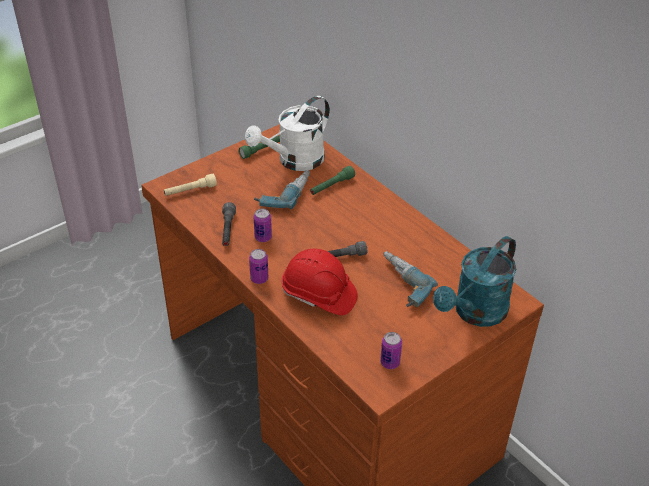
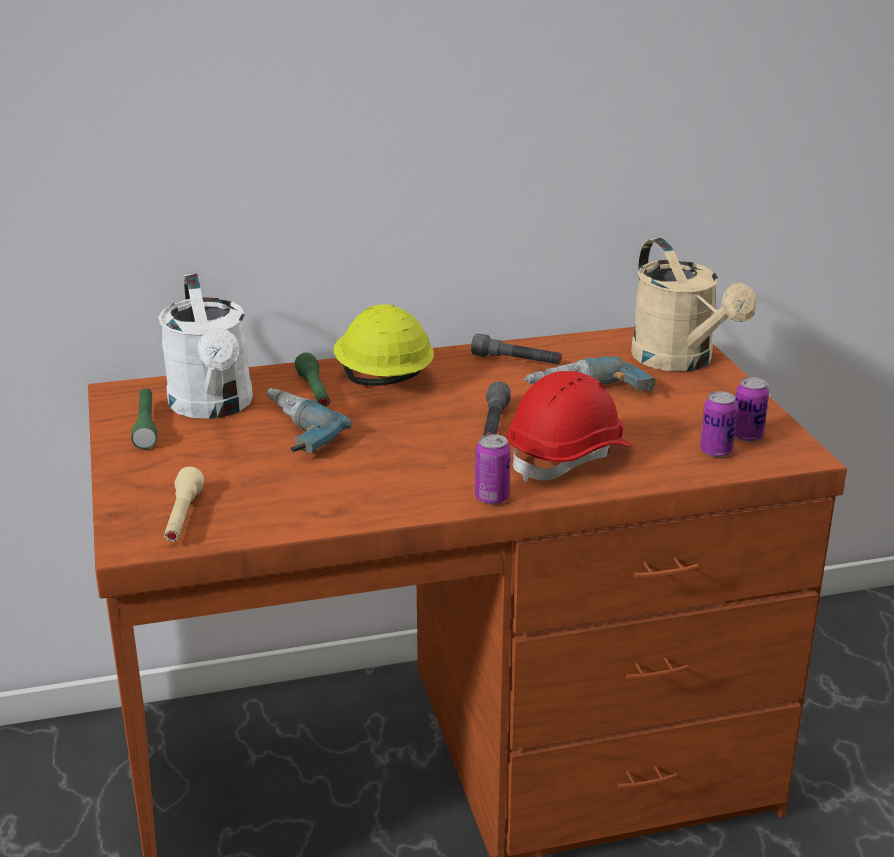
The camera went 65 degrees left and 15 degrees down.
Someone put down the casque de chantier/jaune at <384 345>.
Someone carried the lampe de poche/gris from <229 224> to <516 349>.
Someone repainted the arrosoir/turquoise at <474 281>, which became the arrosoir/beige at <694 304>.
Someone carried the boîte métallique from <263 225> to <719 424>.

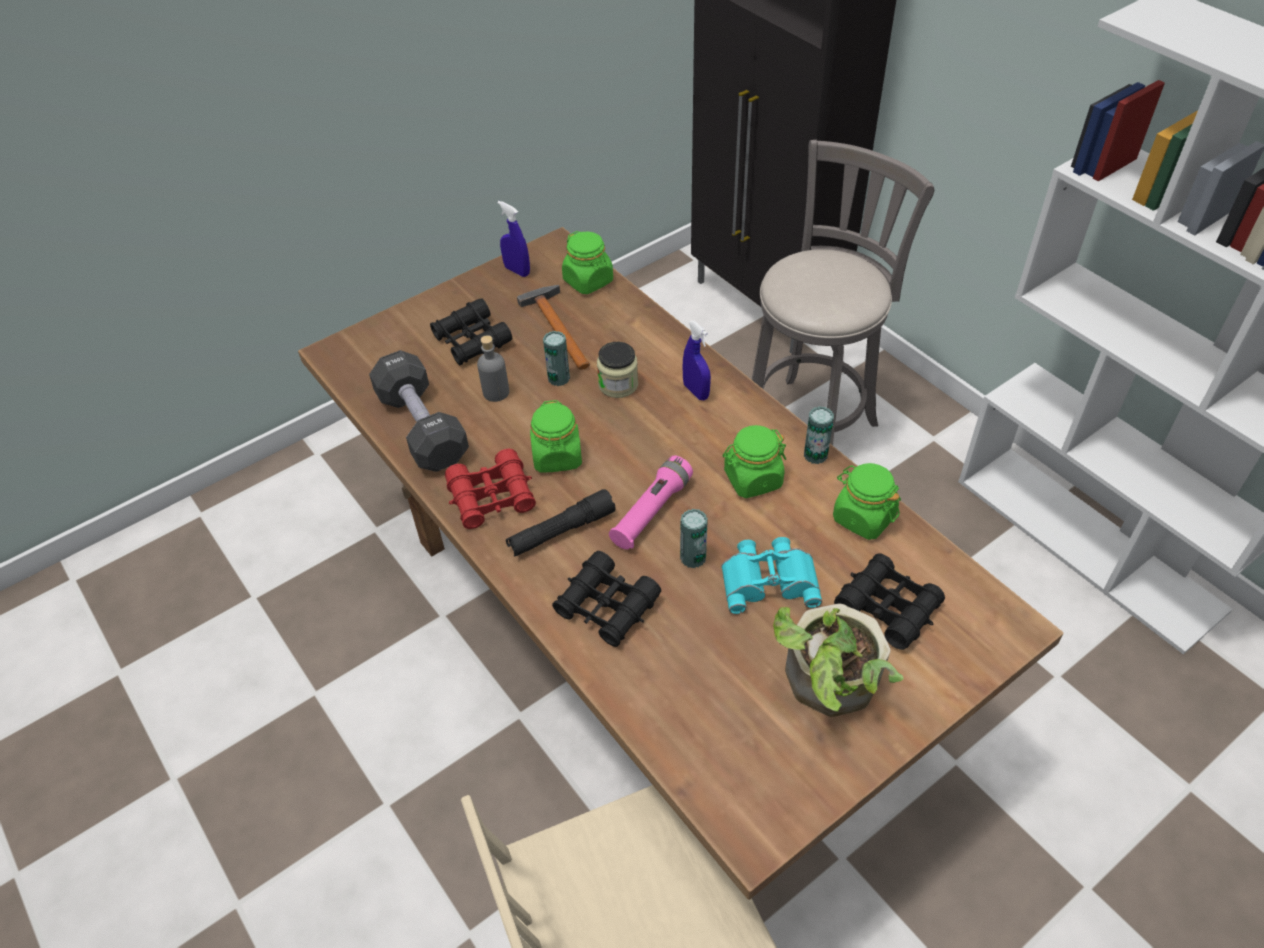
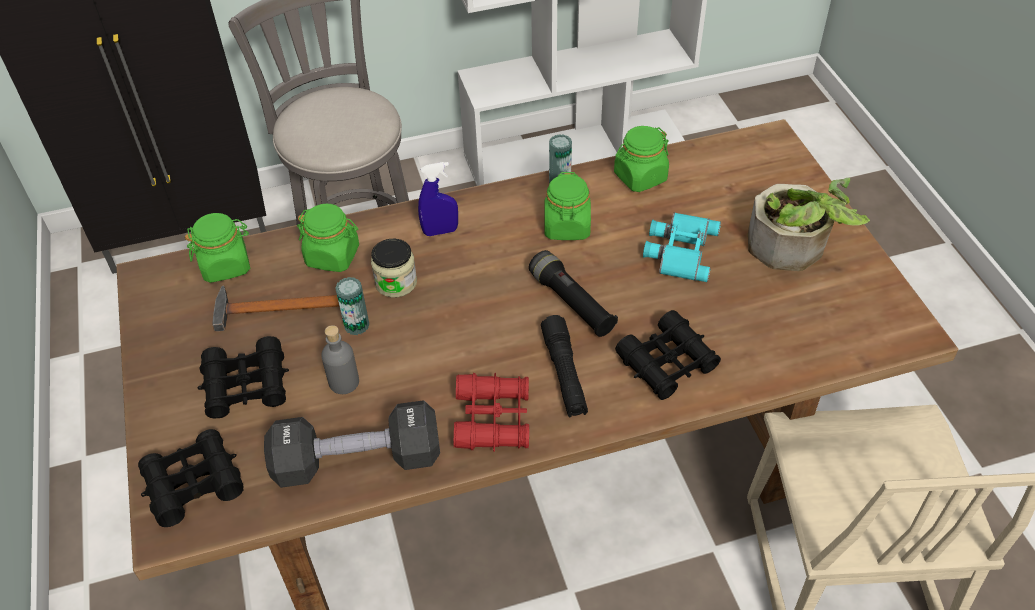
The camera went 70 degrees left and 0 degrees up.
Someone carried the jumelles/noir from <889 602> to <191 478>.
Someone carried the bocal/vert from <556 436> to <328 238>.
Someone repainted the lampe de poche/rose at <651 503>, which became the lampe de poche/noir at <573 293>.
Someone took away the vaporisateur/bleu at <513 239>.
Someone took away the boîte métallique at <694 538>.

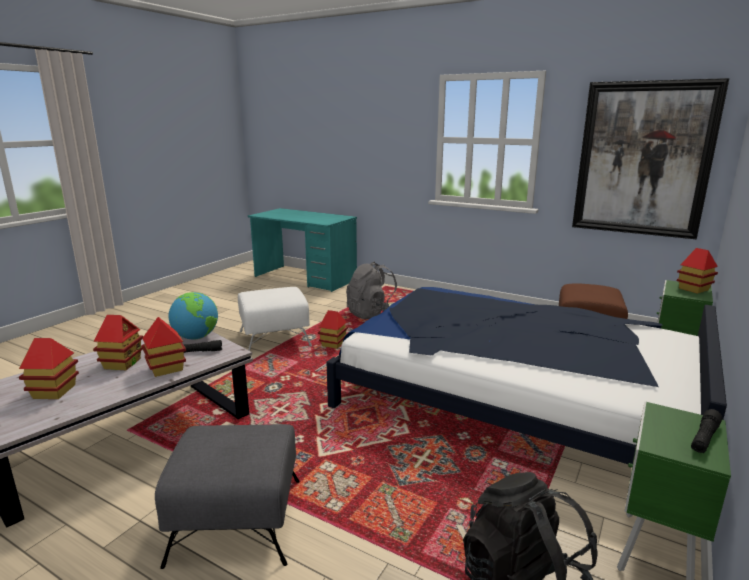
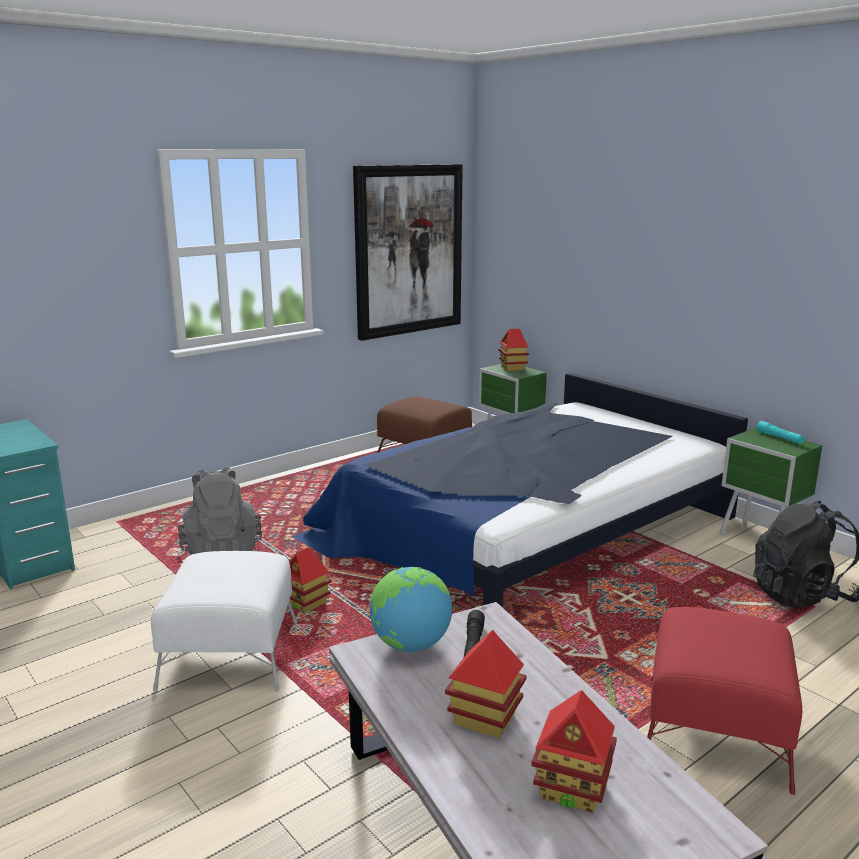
The camera went 70 degrees left and 0 degrees up.
Someone repainted the pouf/gris at <227 496>, which became the pouf/rouge at <724 701>.
Someone repainted the lampe de poche/noir at <706 431>, which became the lampe de poche/turquoise at <781 432>.
Someone took away the maison miniature at <164 347>.

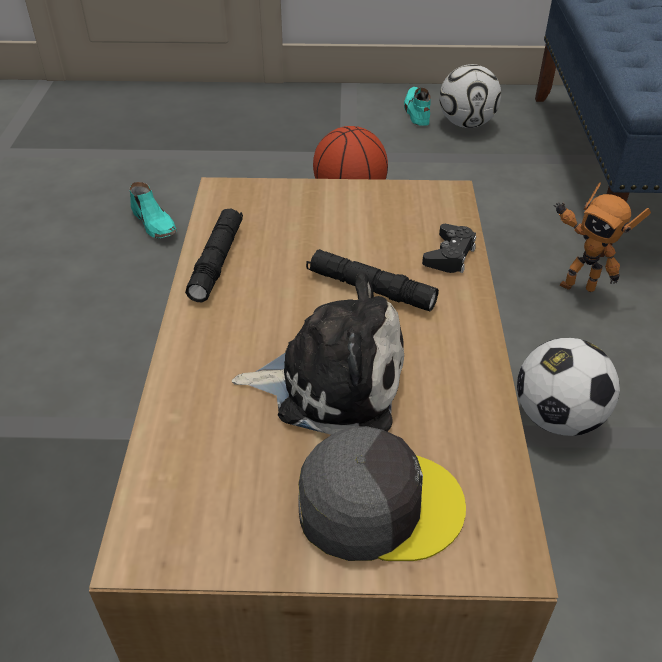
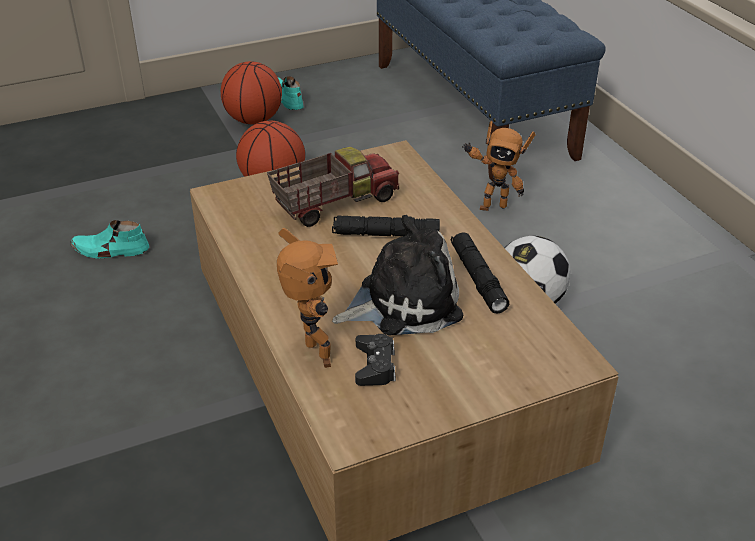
The camera went 25 degrees left and 5 degrees down.
Someone rotated the chaussure/turquoise at <153 210> by 150 degrees clockwise.
Someone put down the ballon de basket at <251 92>.
Someone put down the camion jouet at <333 187>.
Someone put down the robot jouet at <307 298>.
Someone carried the manette/noir from <449 248> to <375 360>.
Someone carried the lampe de poche/noir from <214 255> to <480 273>.
Someone took away the casquette/gris at <382 493>.
Someone took away the ballon de foot at <470 96>.

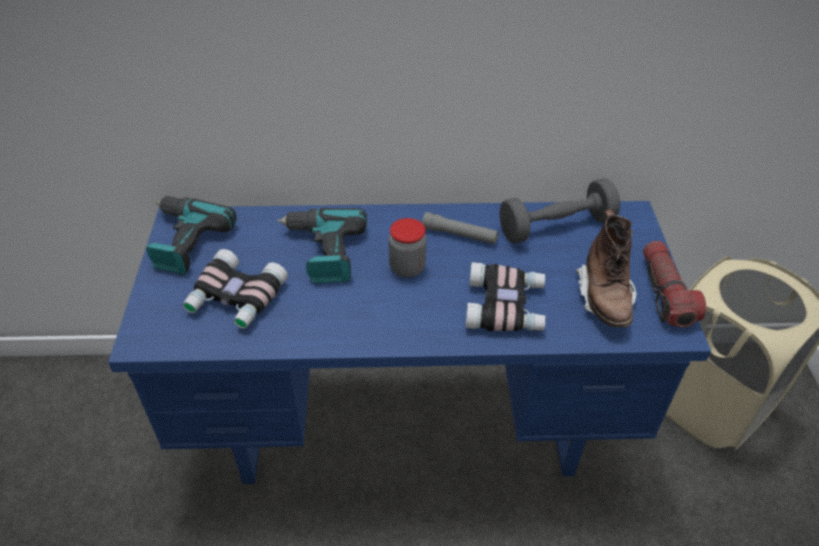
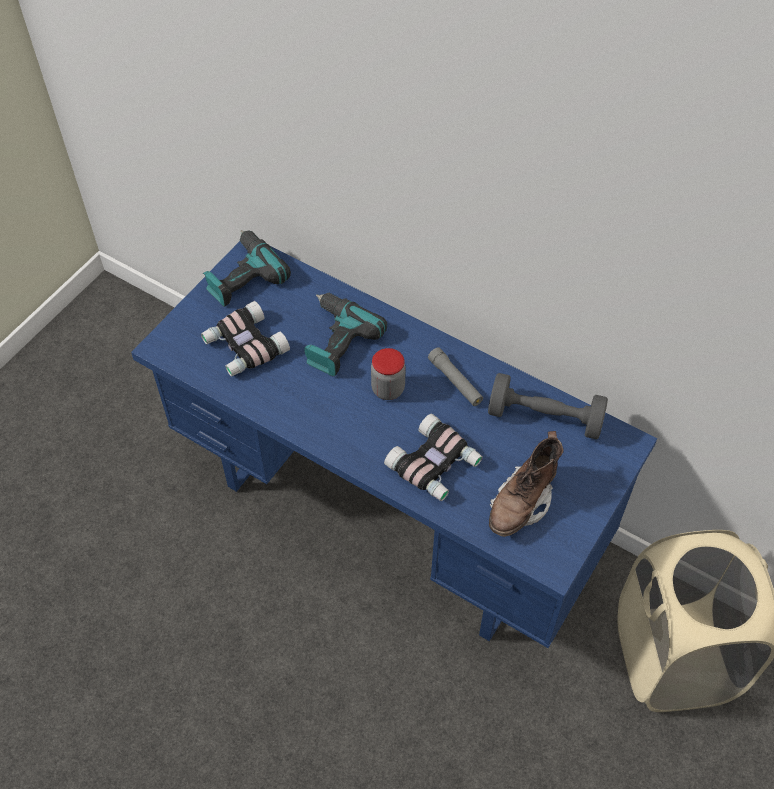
The camera went 35 degrees right and 10 degrees up.
Someone took away the lampe de poche at <674 284>.

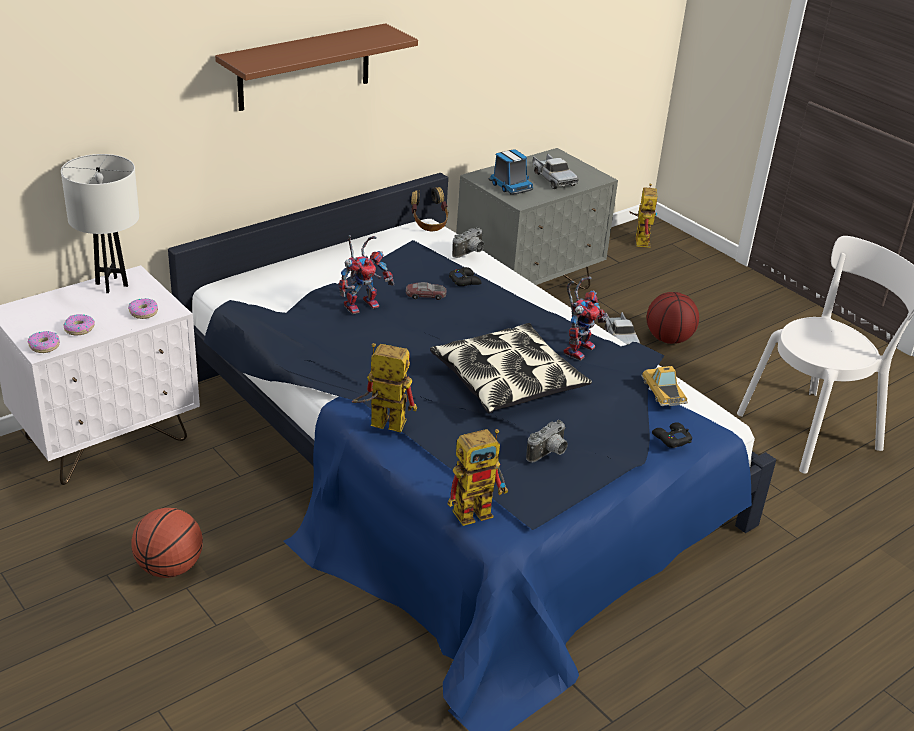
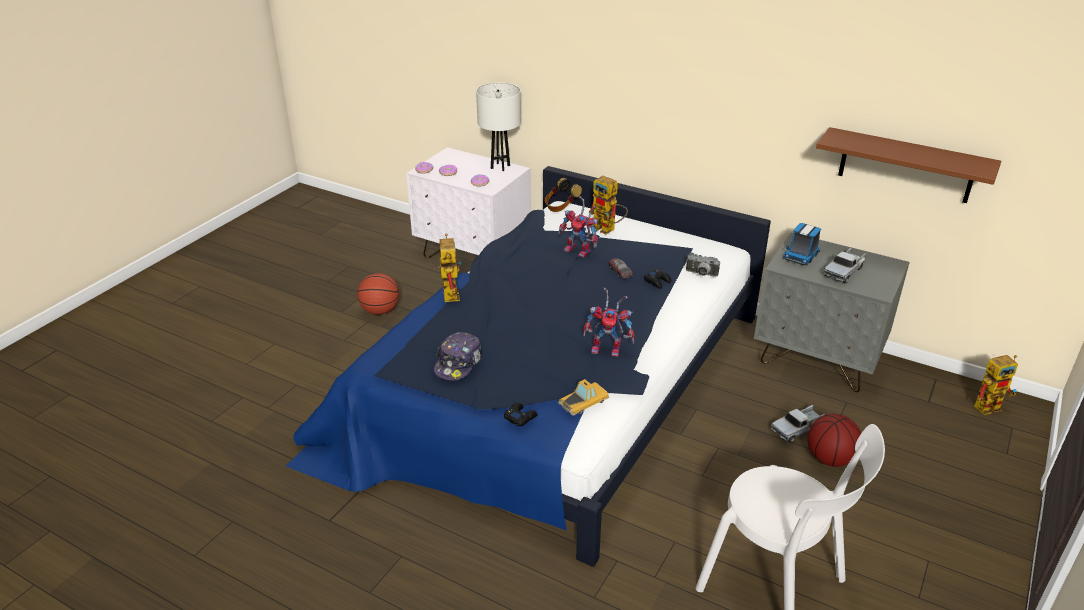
The camera went 70 degrees right and 0 degrees up.
Someone swapped the appareil photo at <547 441> for the casquette at <458 356>.
Someone carried the casque audio from <430 209> to <563 195>.
Someone carried the robot jouet from <478 477> to <608 205>.
Someone carried the étagère/marron from <316 67> to <908 165>.
Someone took away the coussin at <511 368>.

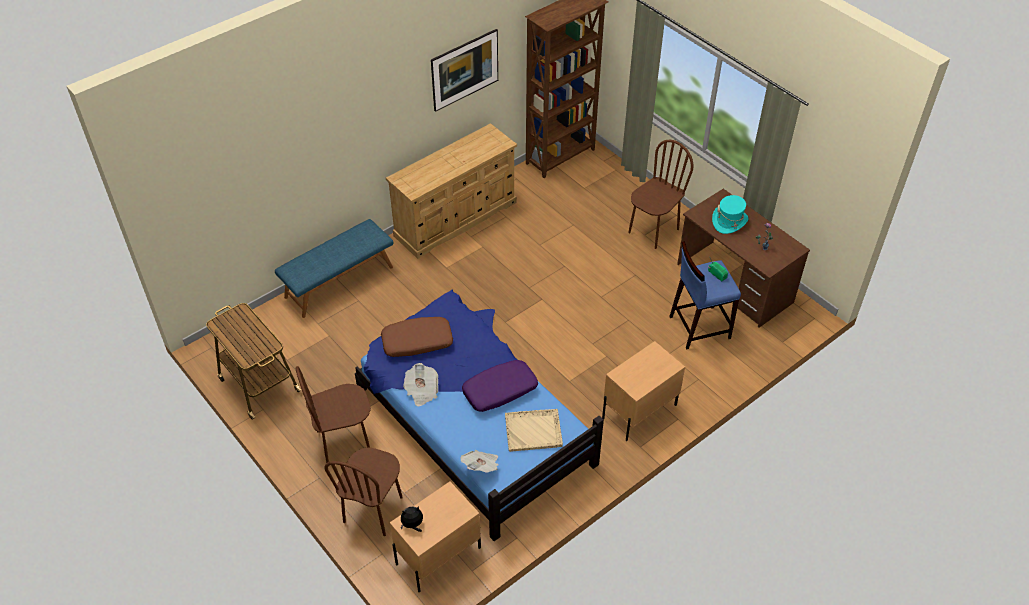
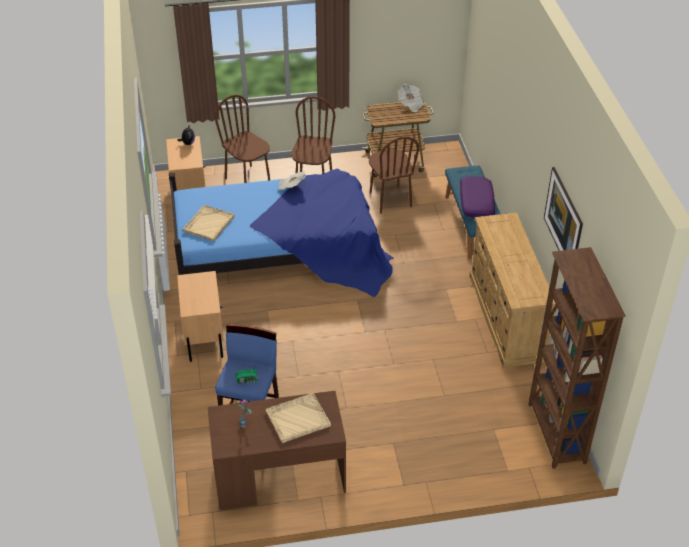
The camera went 120 degrees right and 5 degrees down.
Someone swapped the chapeau/turquoise at <730 214> for the plateau/beige at <298 418>.
Someone carried the chaise/marron from <661 194> to <394 175>.
Someone carried the journal from <480 461> to <411 98>.
Someone carried the coussin/violet from <500 386> to <477 197>.
Someone took away the coussin/marron at <417 337>.

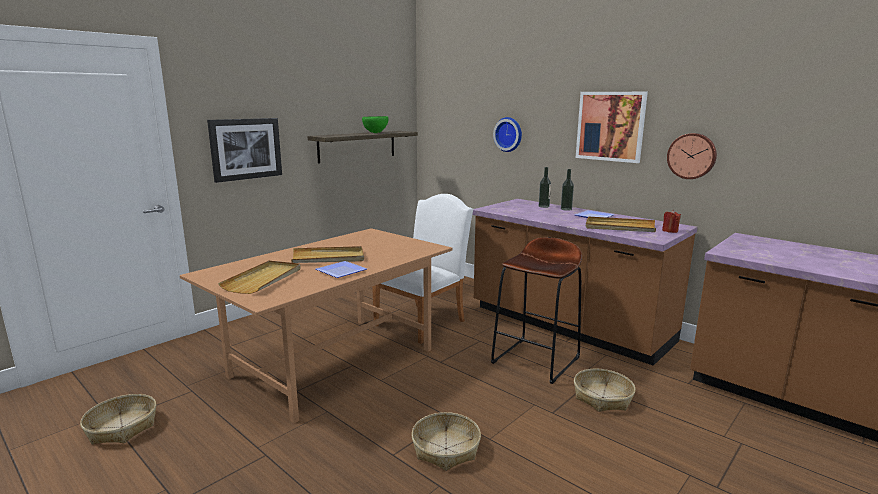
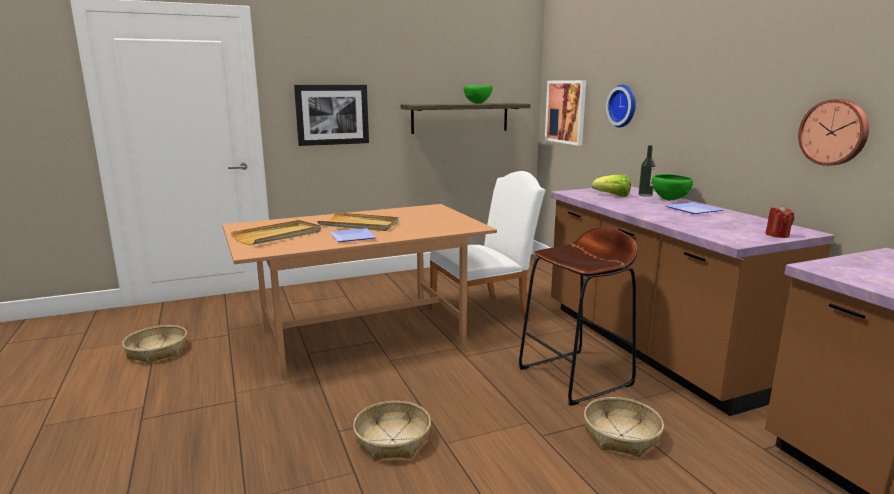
The camera went 25 degrees right and 0 degrees up.
Someone carried the tableau from <612 127> to <565 113>.
Someone put down the laitue at <611 185>.
Someone swapped the bouteille at <567 190> for the bol/vert at <672 187>.
Someone took away the plateau/beige at <621 224>.

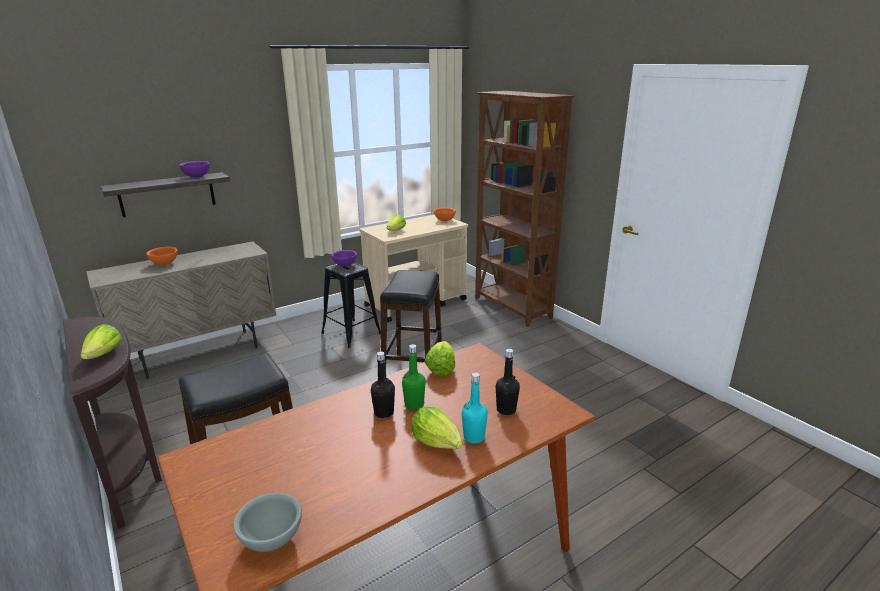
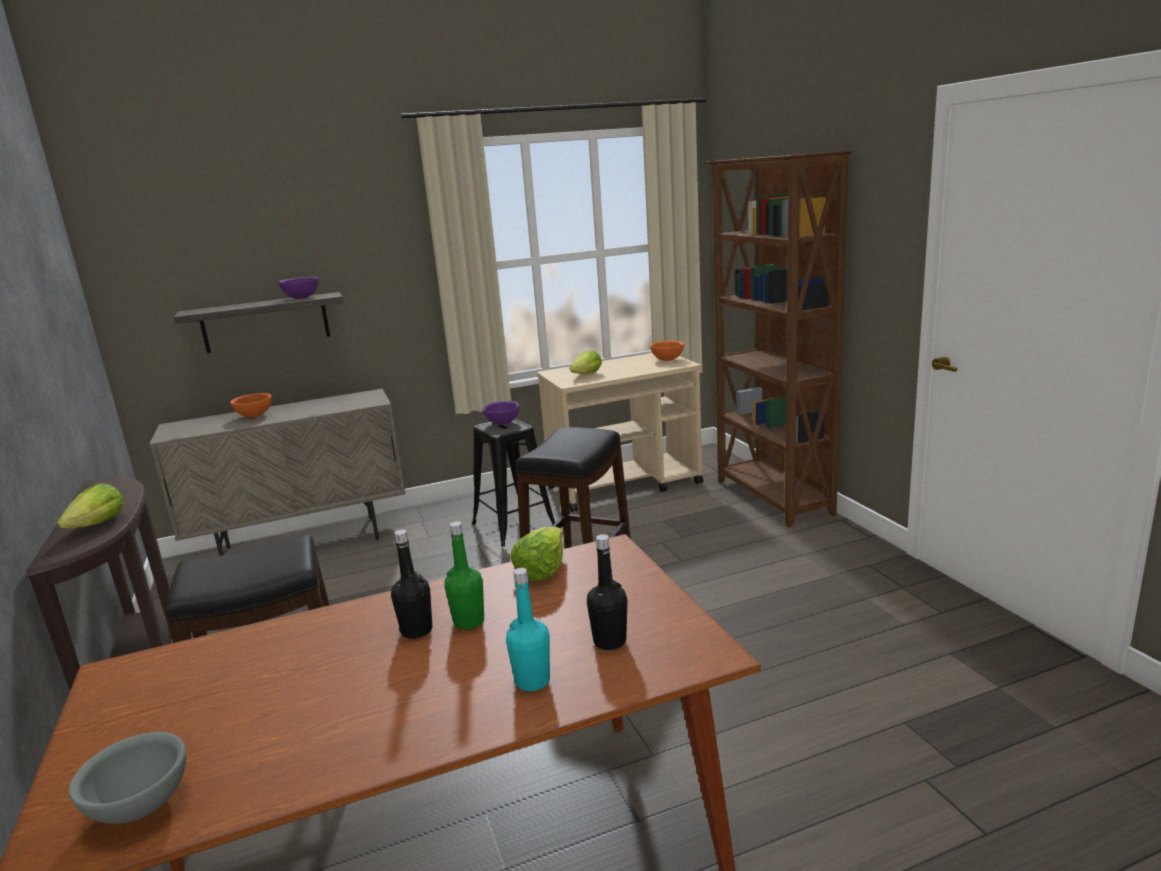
The camera went 15 degrees right and 5 degrees down.
Someone took away the laitue at <437 428>.

